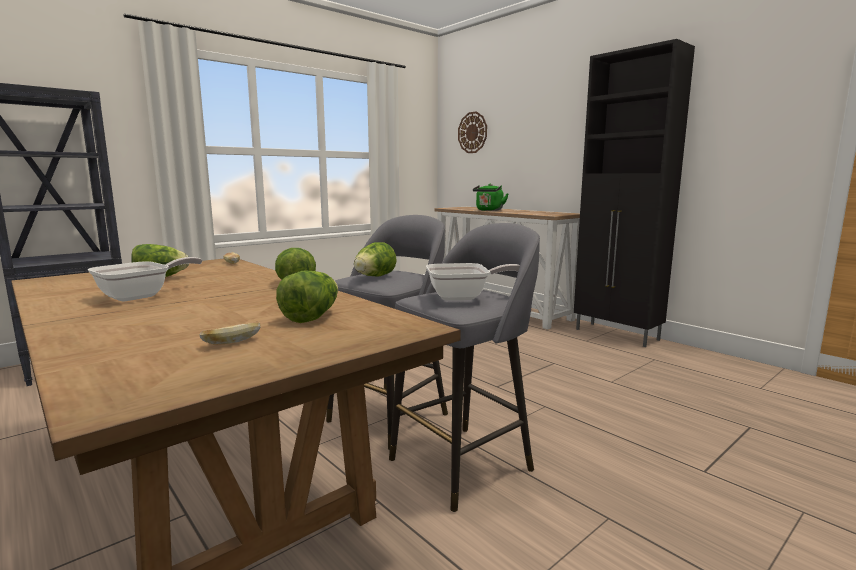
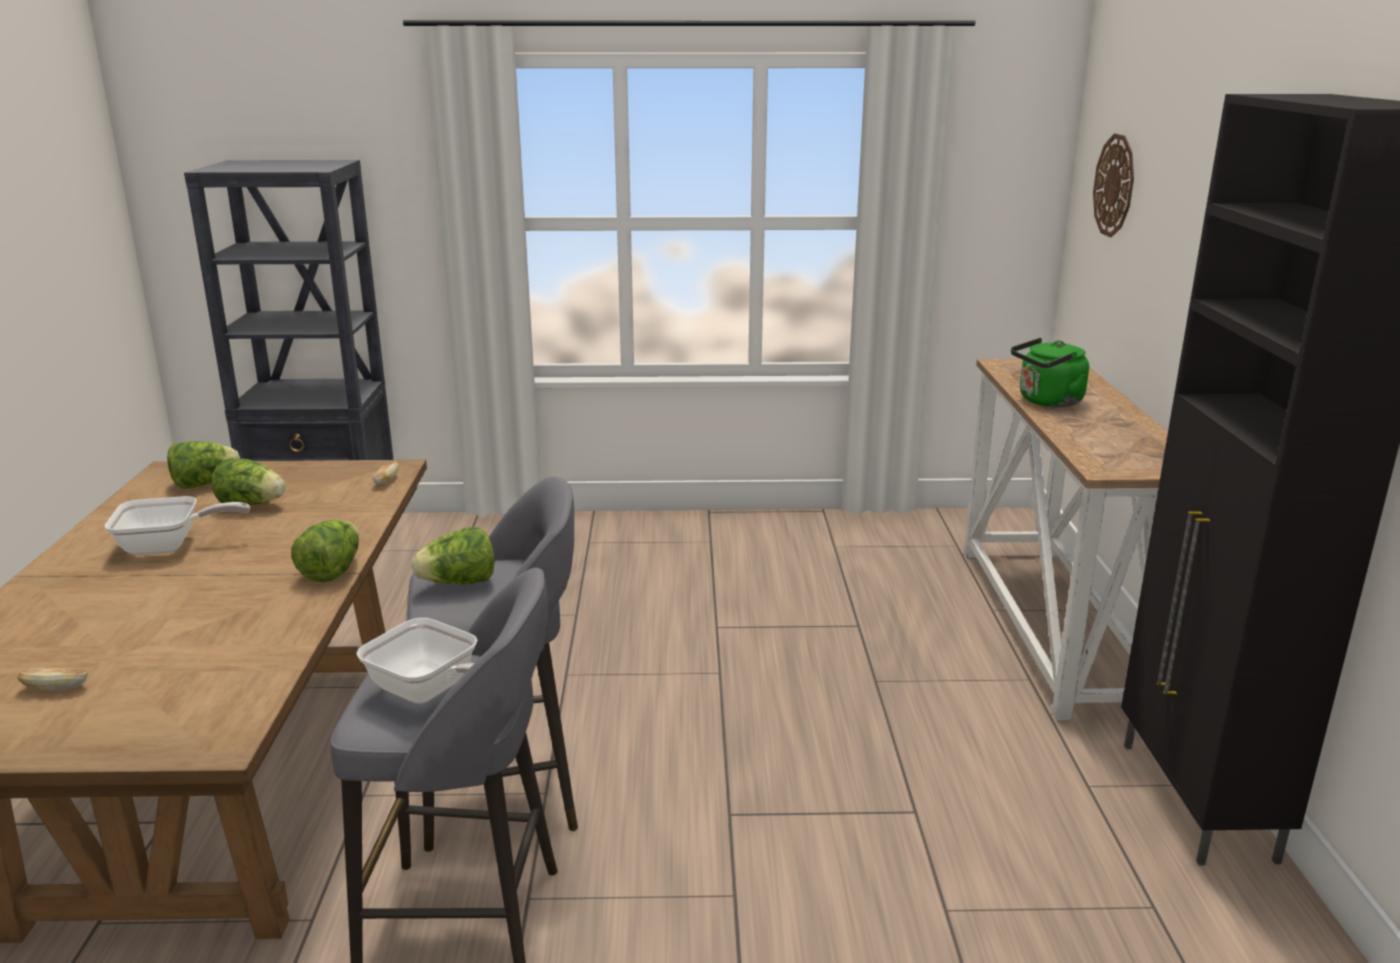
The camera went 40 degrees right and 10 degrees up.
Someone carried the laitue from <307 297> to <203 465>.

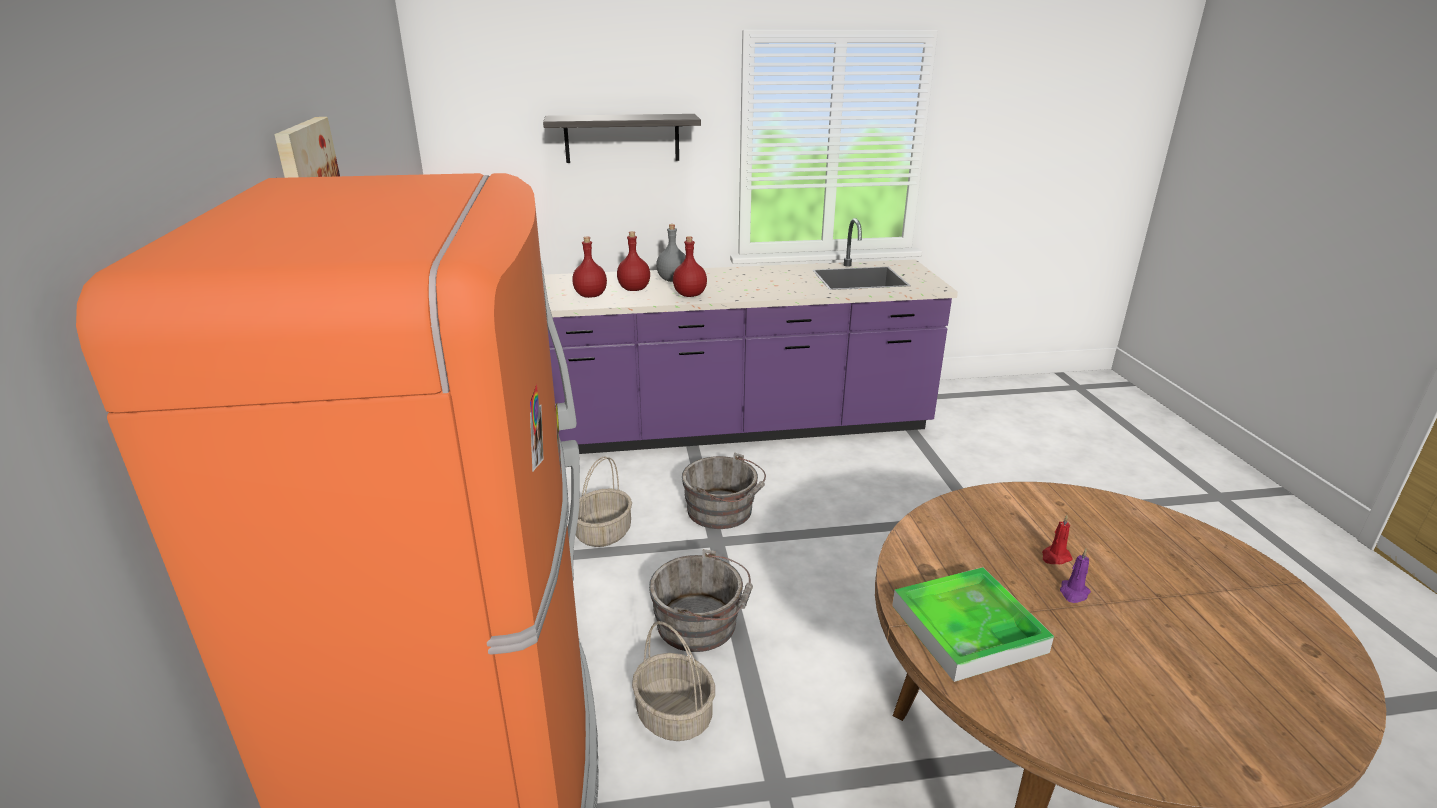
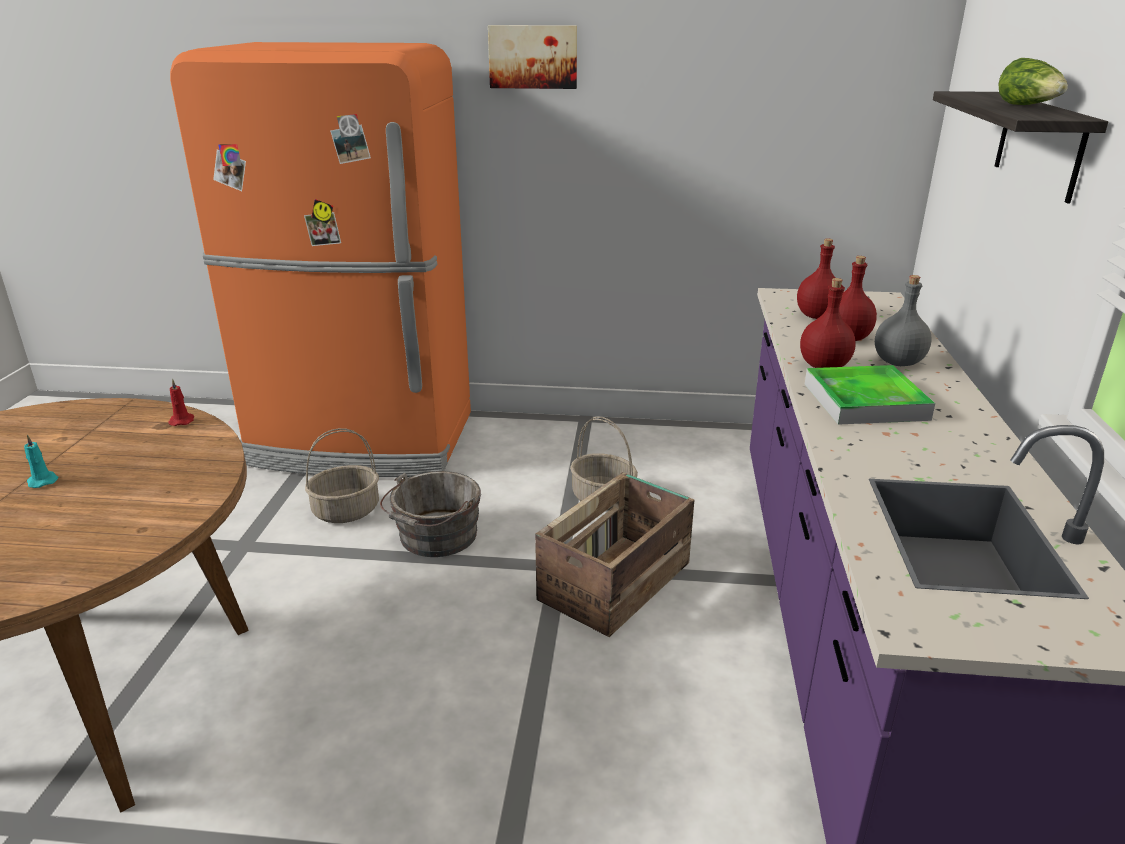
The camera went 105 degrees right and 0 degrees up.
Someone repainted the bougie/violet at <1075 576>, which became the bougie/turquoise at <41 461>.
Someone carried the bougie/rouge from <1057 539> to <181 402>.
Someone swapped the seau/gris at <724 490> for the caisse at <615 554>.
Someone carried the plateau from <973 624> to <870 395>.
Someone put down the laitue at <1033 81>.

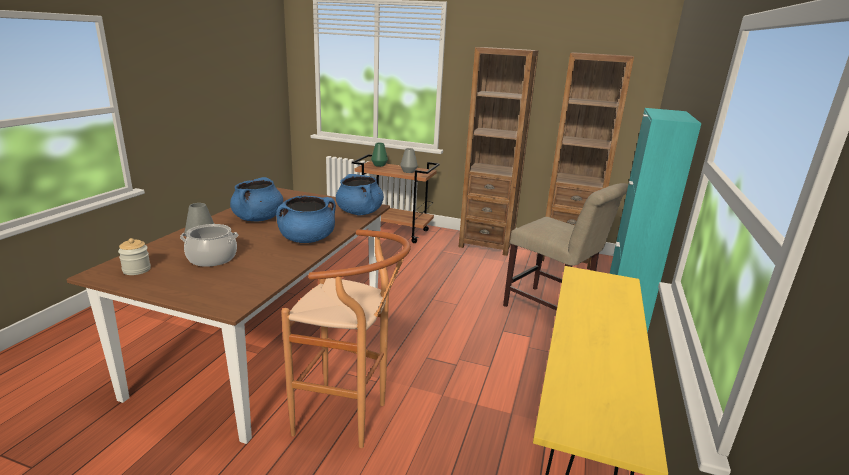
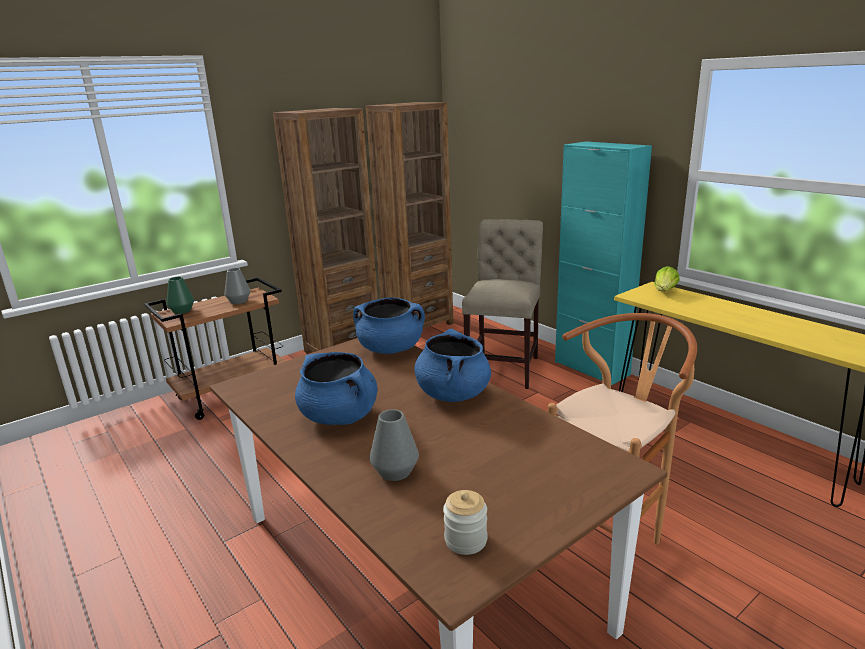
The camera went 55 degrees left and 0 degrees up.
Someone rotated the chaise/beige at <565 247> by 60 degrees counterclockwise.
Someone put down the laitue at <667 278>.
Someone took away the marmite at <209 245>.

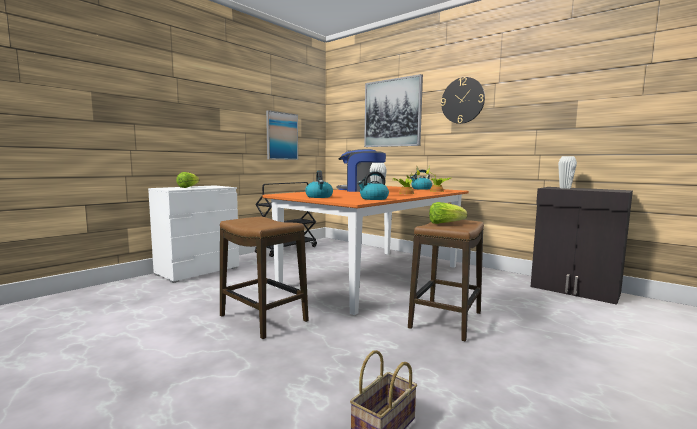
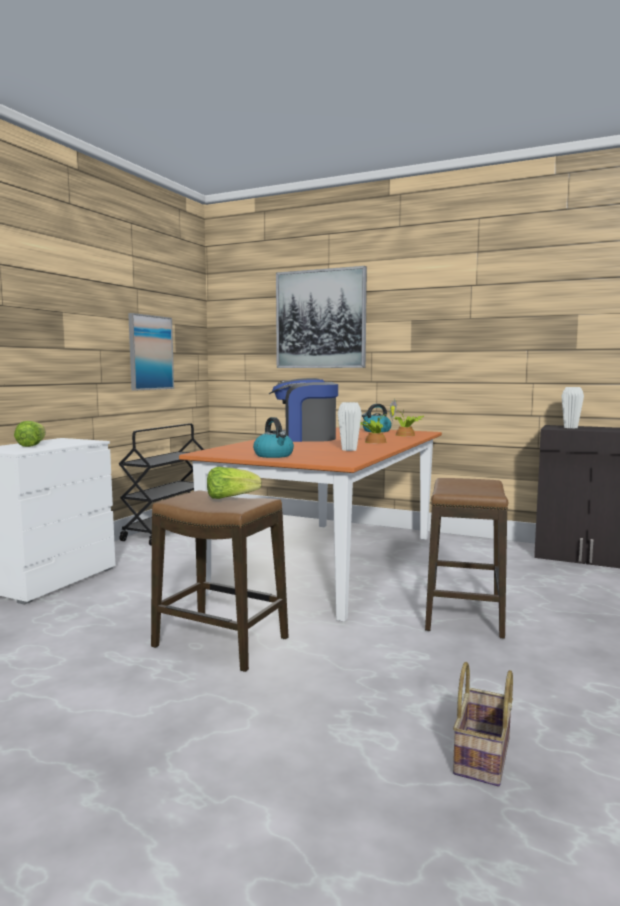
The camera went 15 degrees left and 0 degrees up.
Someone carried the laitue from <448 213> to <234 483>.
Someone took away the bouilloire at <373 185>.
Someone took away the horloge murale at <463 100>.

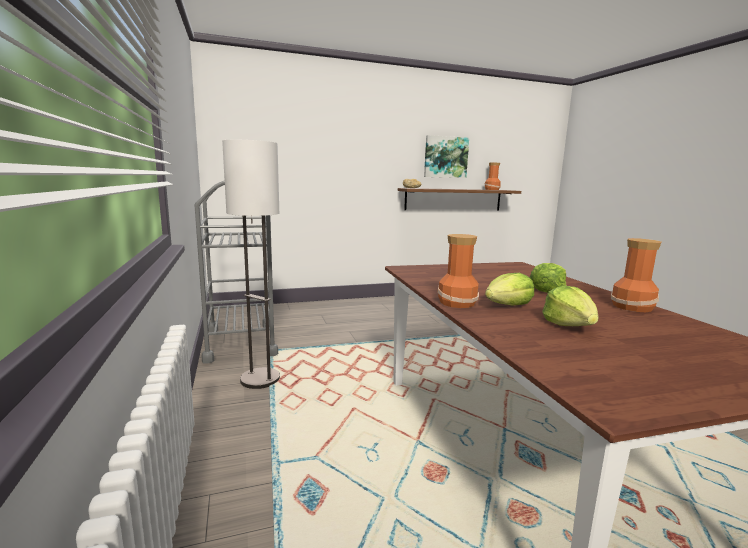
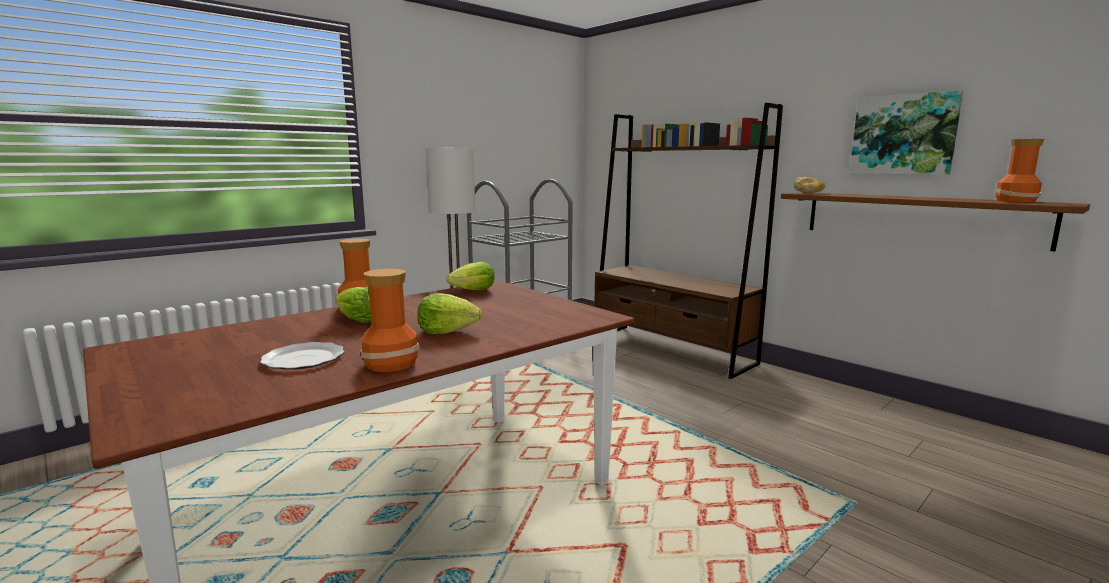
The camera went 65 degrees right and 0 degrees up.
Someone put down the assiette at <302 356>.
Someone carried the laitue from <570 306> to <470 276>.
Someone put down the bibliothèque/marron at <688 241>.

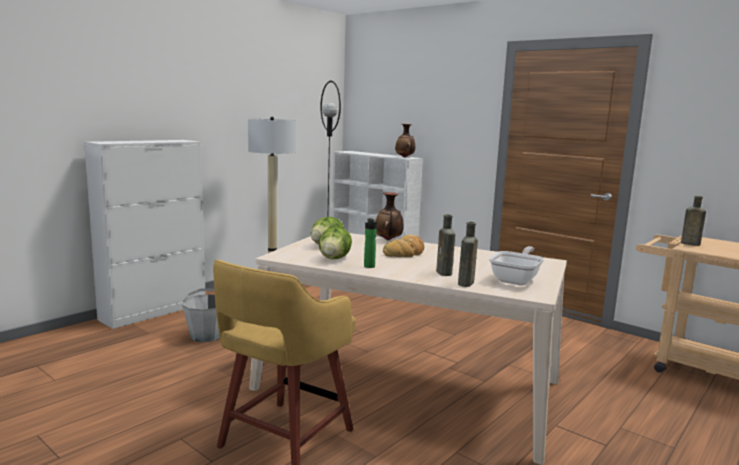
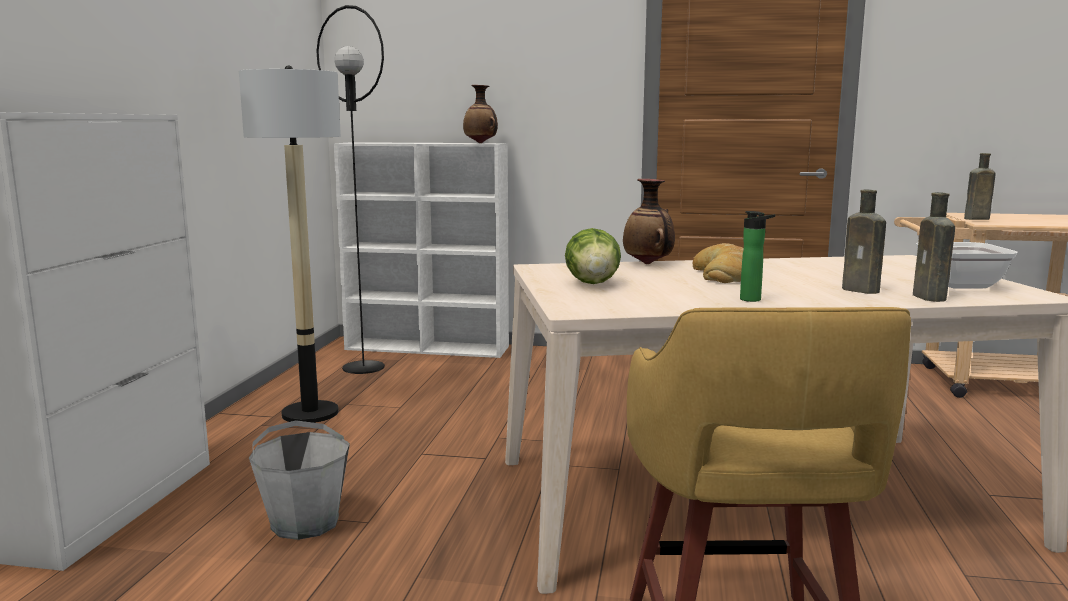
The camera went 30 degrees left and 0 degrees up.
Someone took away the laitue at <335 243>.

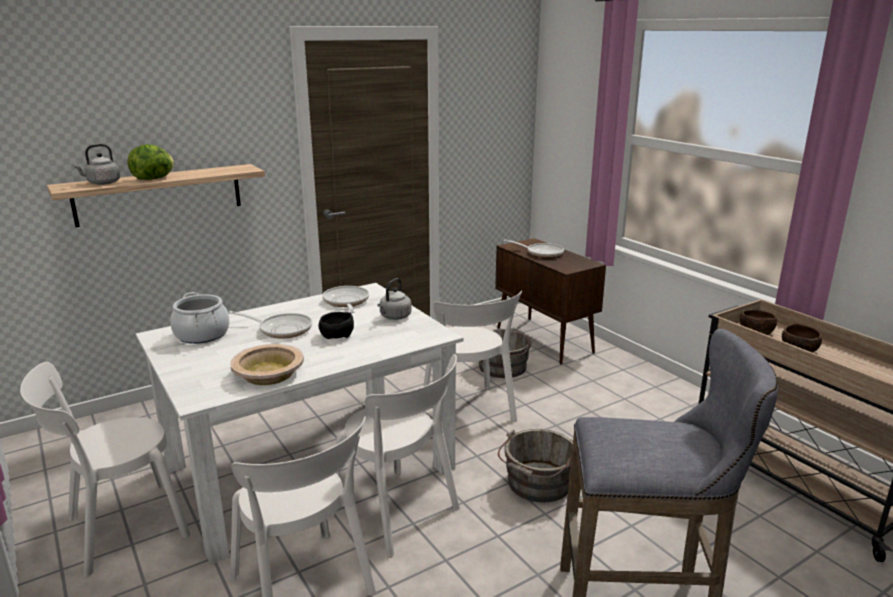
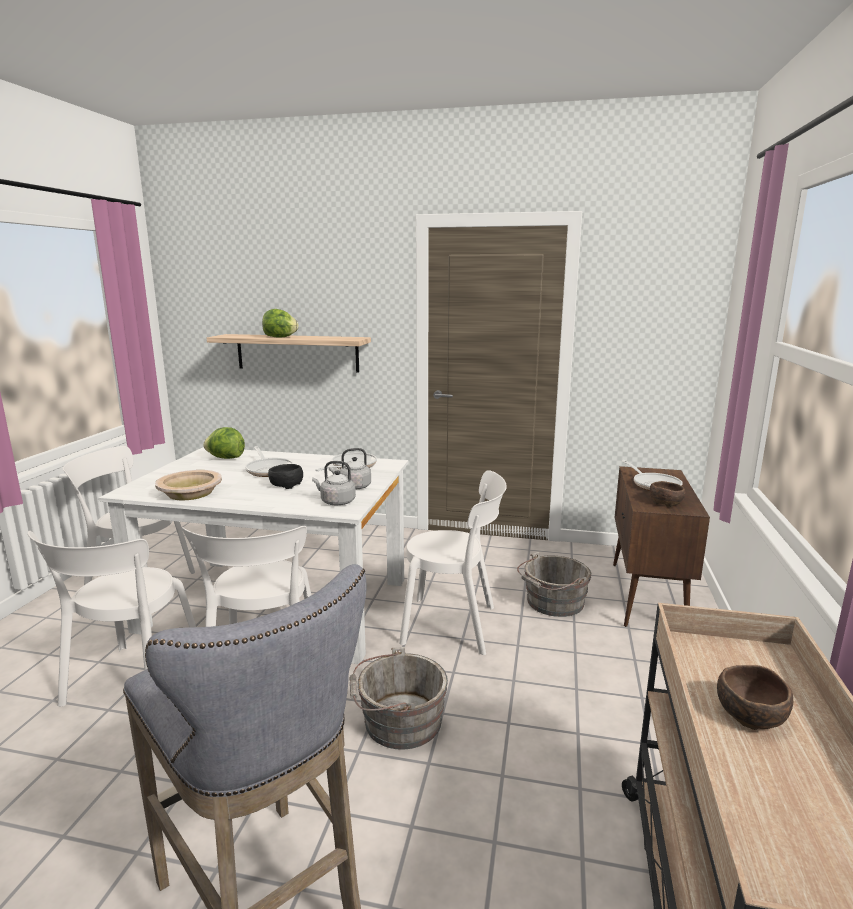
The camera went 45 degrees right and 5 degrees down.
Someone swapped the marmite at <199 318> for the laitue at <224 443>.
Someone carried the bouilloire/gris from <96 164> to <334 483>.
Someone rotated the chaise/blanc at <472 356> by 105 degrees counterclockwise.
Someone carried the bol/marron from <758 322> to <667 494>.

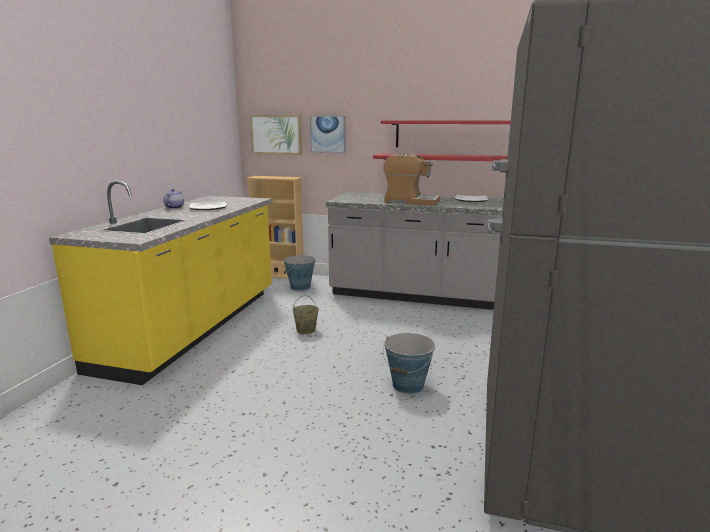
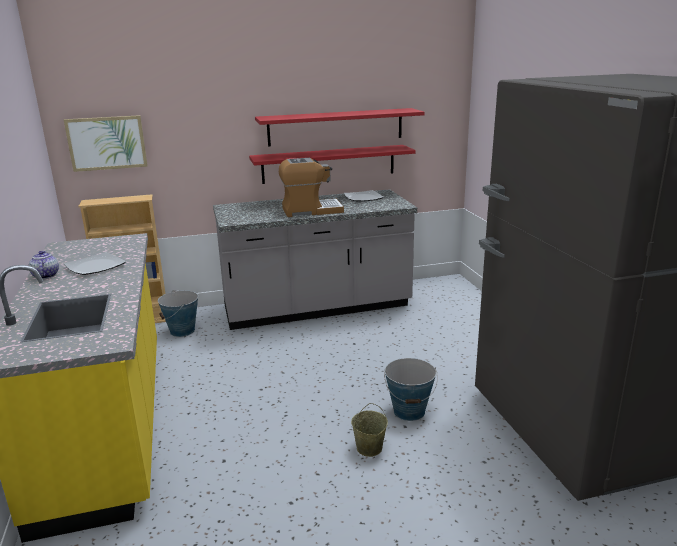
The camera went 30 degrees left and 5 degrees up.
Someone carried the seau/beige from <305 315> to <369 430>.
Someone took away the tableau at <328 134>.

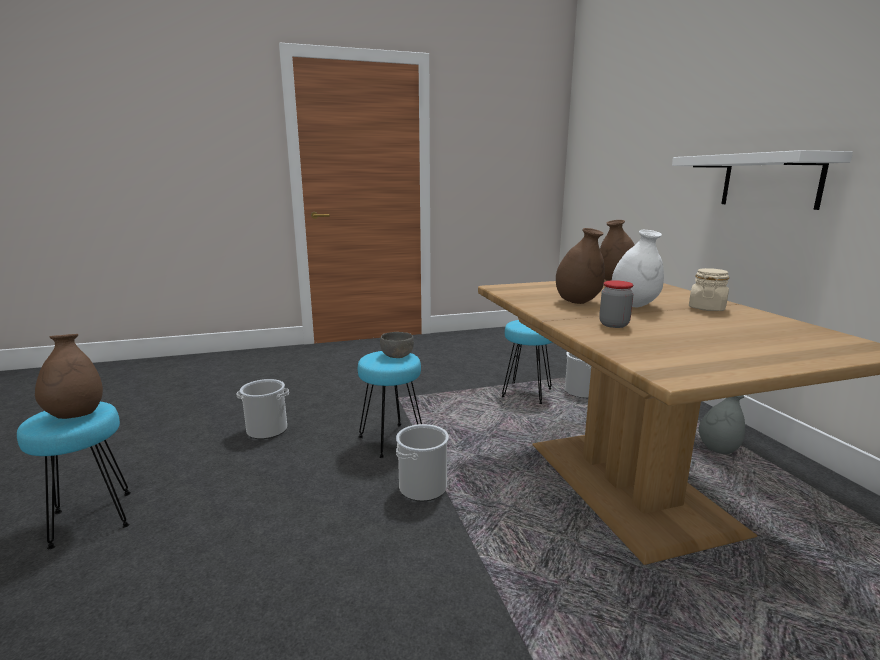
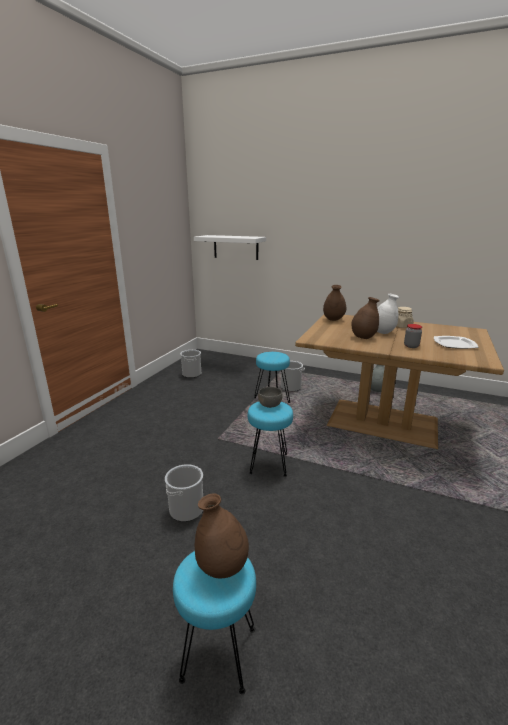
The camera went 50 degrees left and 5 degrees up.
Someone carried the seau from <422 462> to <190 364>.
Someone carried the étagère/blanc from <762 180> to <230 247>.
Someone put down the assiette at <456 342>.

